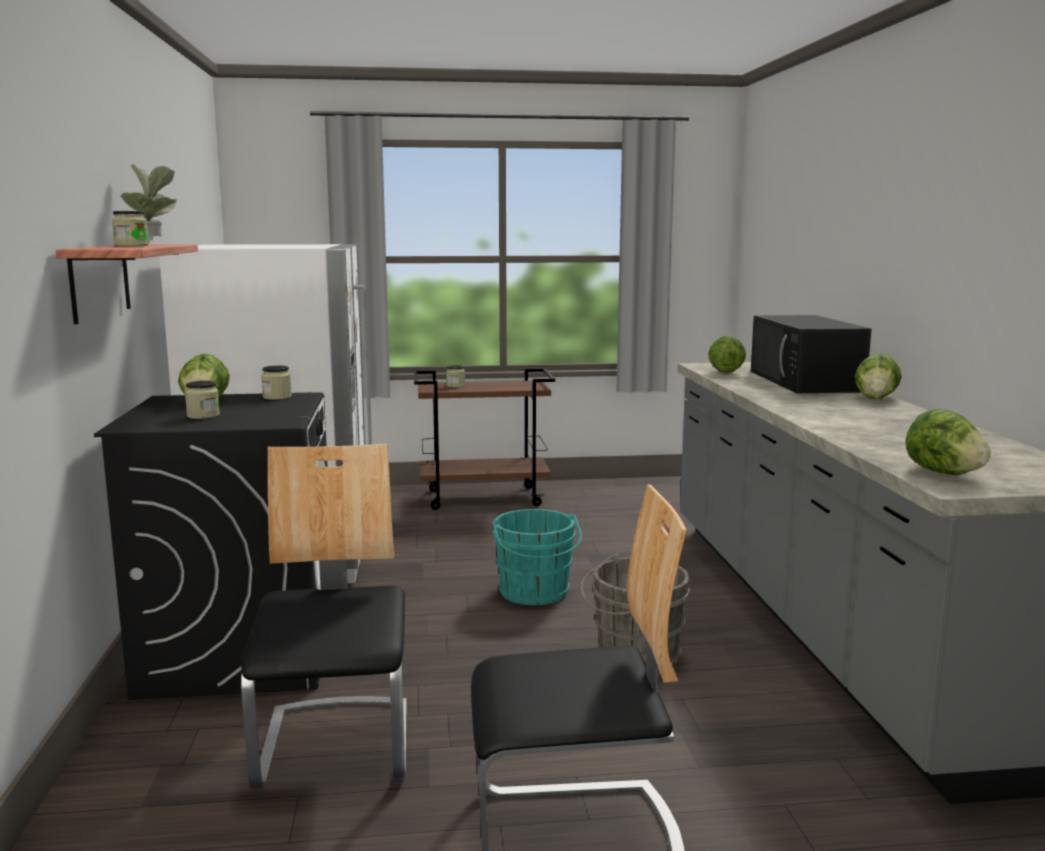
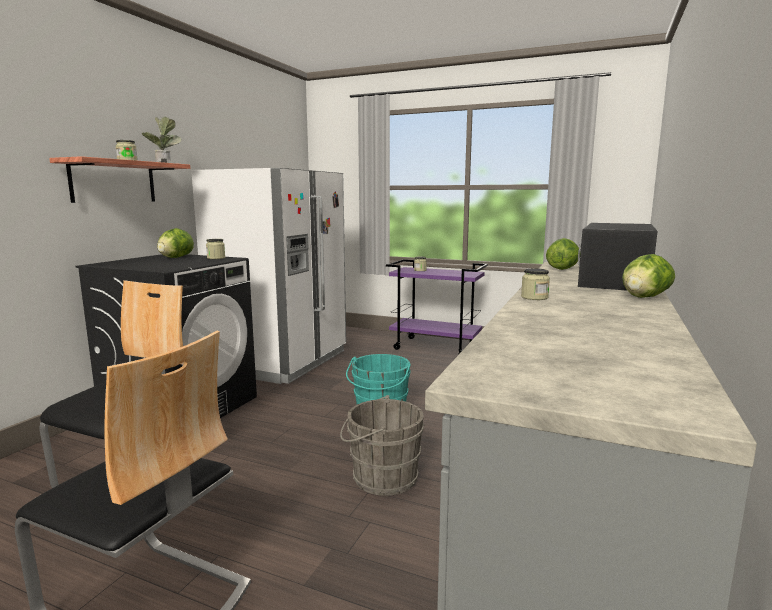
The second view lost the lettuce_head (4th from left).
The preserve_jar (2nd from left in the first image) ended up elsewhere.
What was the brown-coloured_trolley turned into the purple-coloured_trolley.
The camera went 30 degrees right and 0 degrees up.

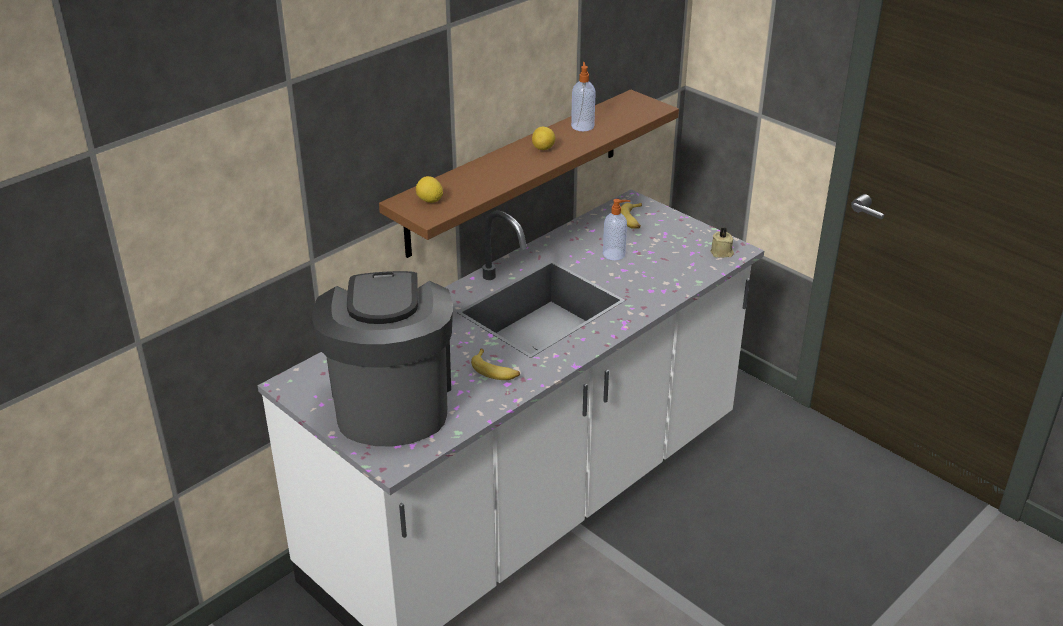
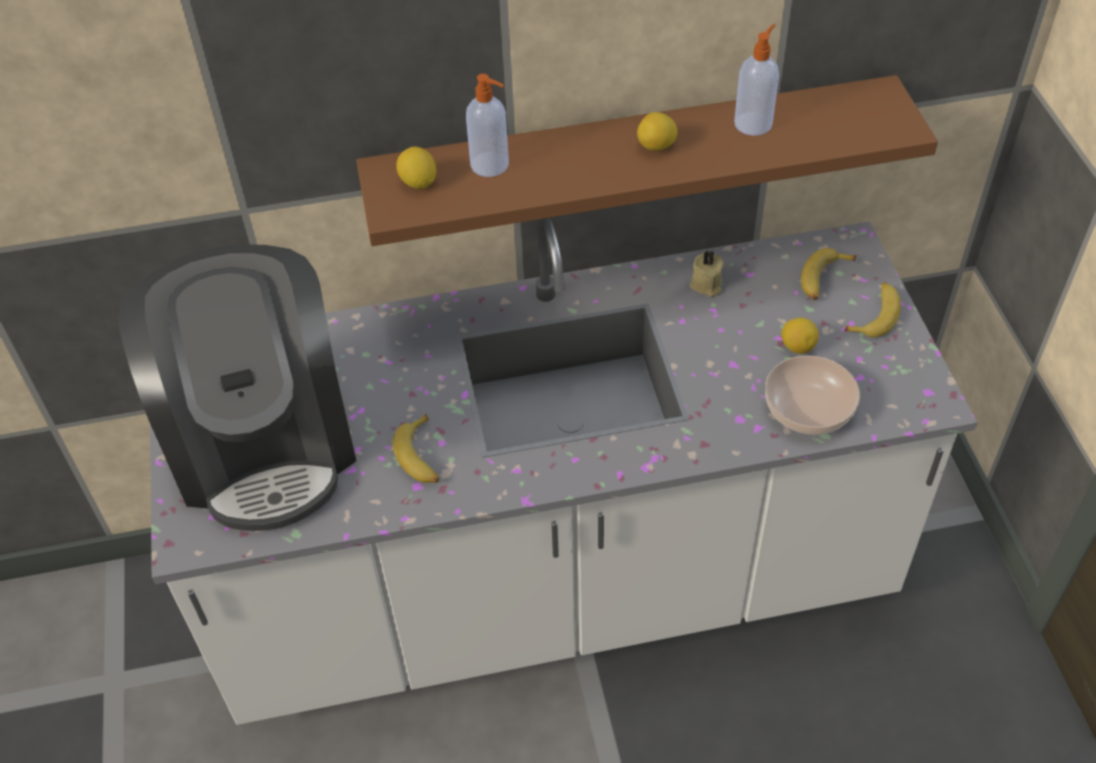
The second view gained the bowl.
The second view gained the whole_lemon (3rd from left).
The second view gained the banana_fruit (3rd from left).
The soap_dispenser (2nd from left in the first image) ended up elsewhere.
The beige_wax_light ended up elsewhere.
The coffee_maker ended up facing another way, 135 degrees clockwise from before.
The camera went 35 degrees right and 15 degrees up.

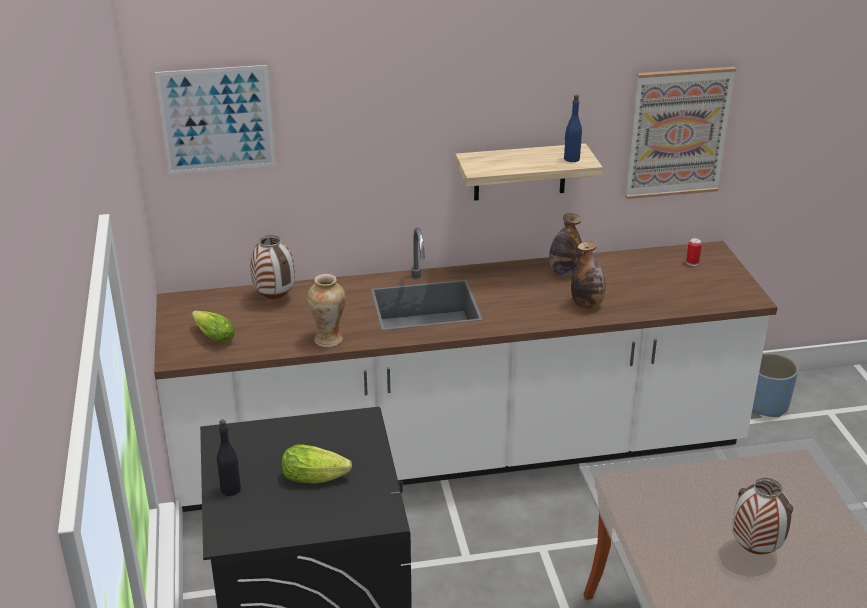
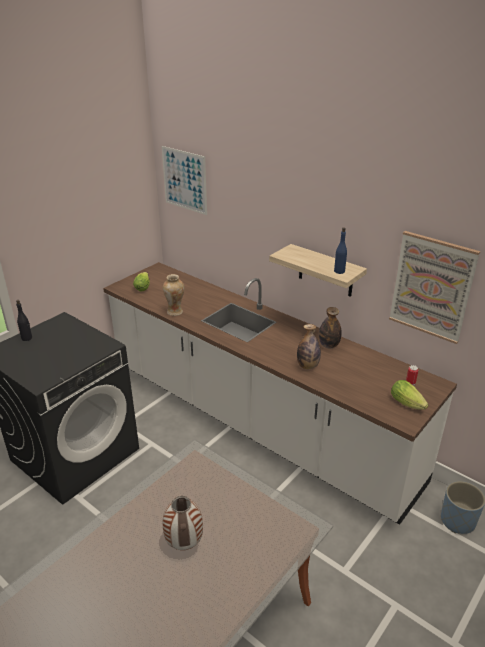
The second view lost the flower_vase (1st from left).
The lettuce_head (2nd from left) ended up elsewhere.
The camera went 50 degrees right and 0 degrees up.

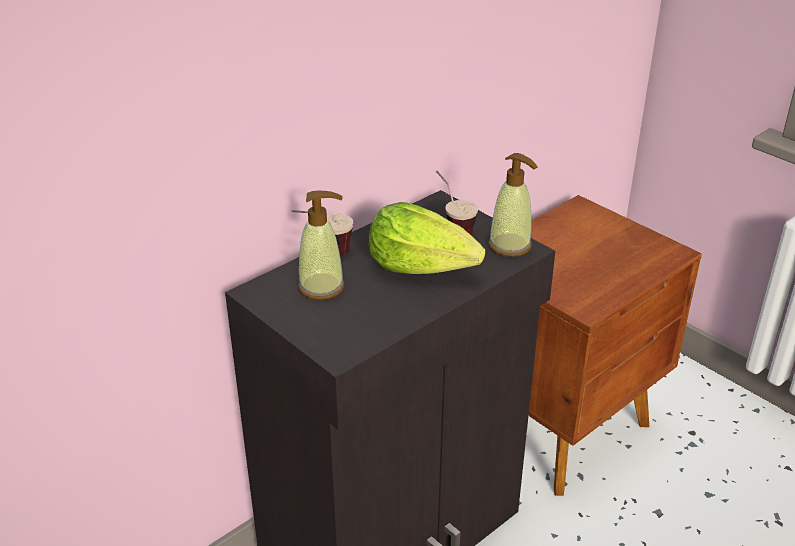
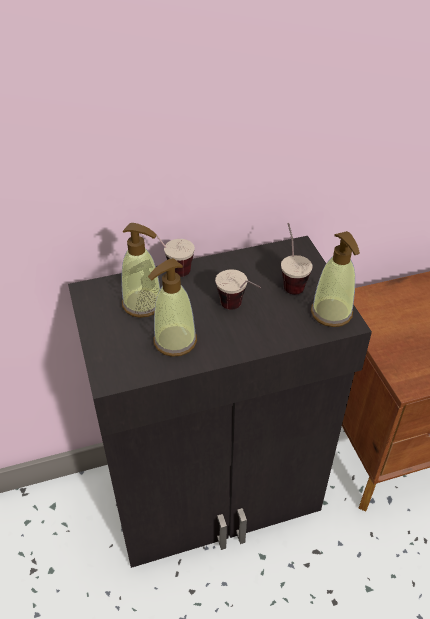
The second view gained the soap_dispenser (2nd from left).
Where the lettuce_head stood, the cup (2nd from left) came to stand.
The camera went 25 degrees right and 10 degrees up.

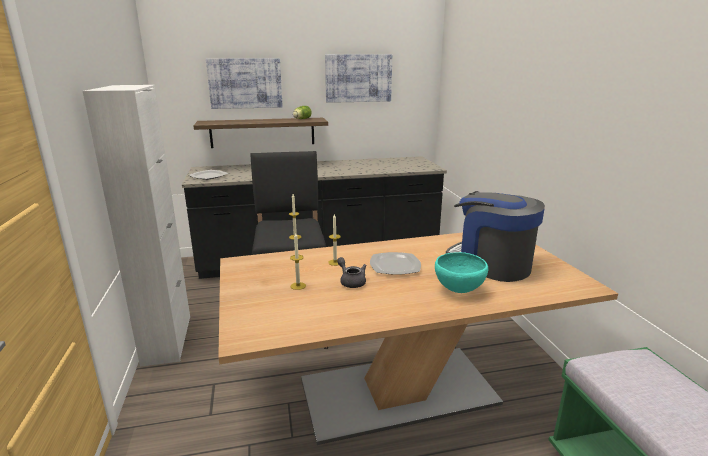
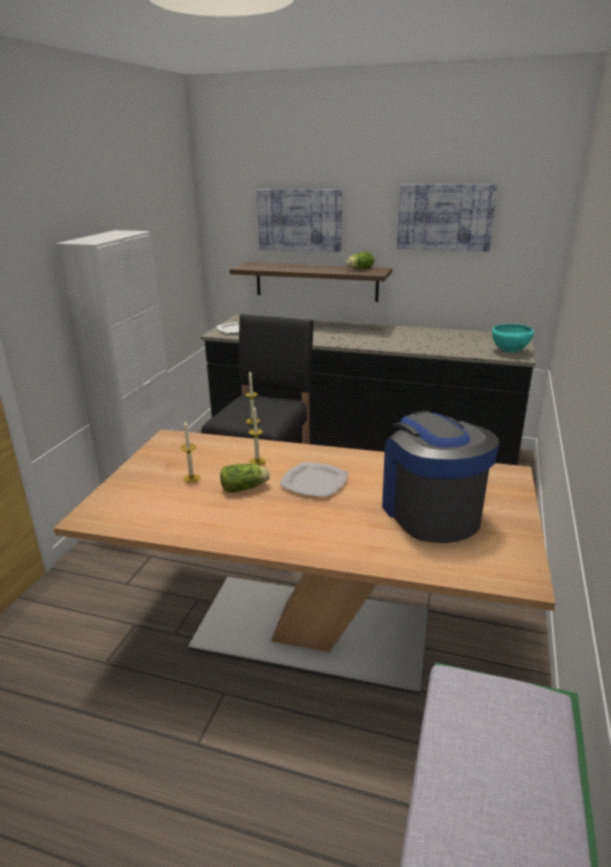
The blue-green_bowl ended up elsewhere.
Where the grey_tea_pot stood, the lettuce_head (1st from left) came to stand.
The camera went 30 degrees right and 5 degrees up.

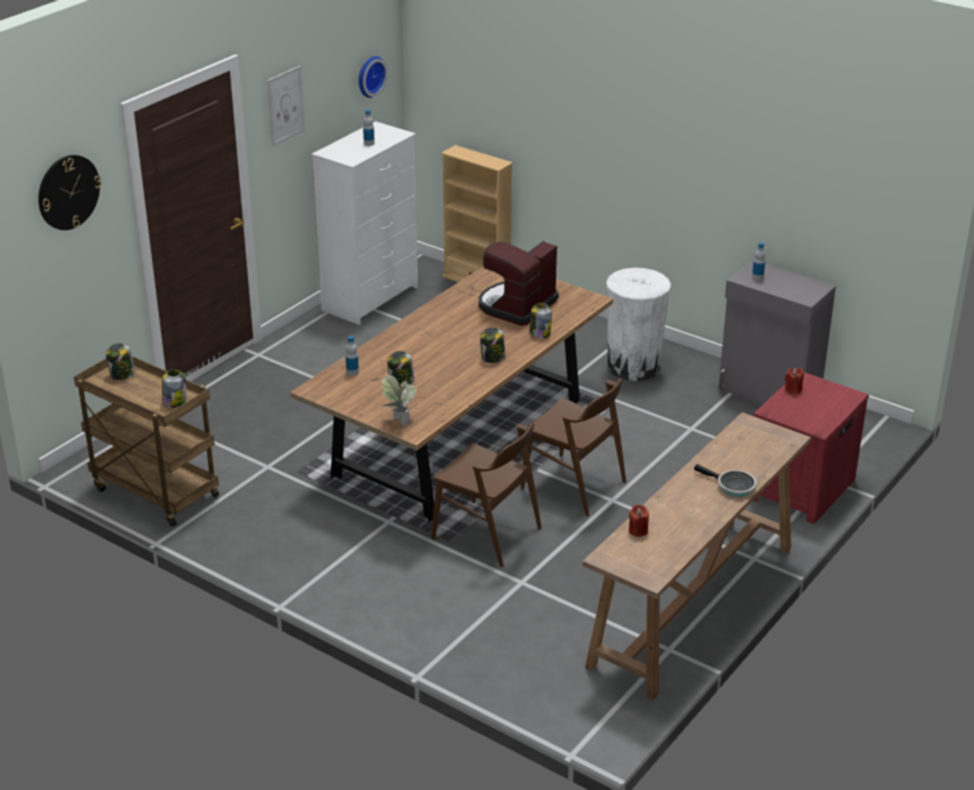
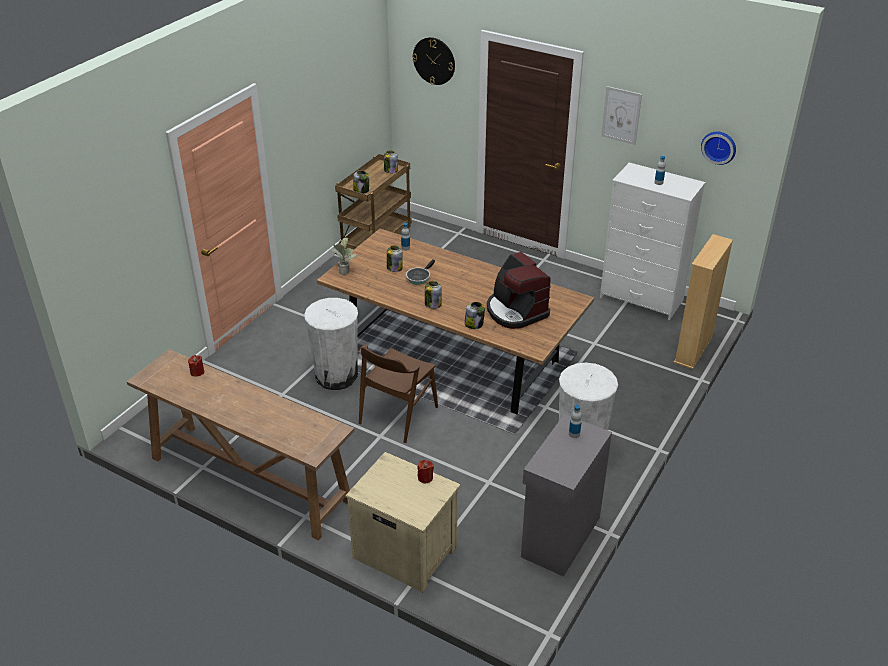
The frying_pan ended up elsewhere.
Where the brown-coloured_chair (1st from left) stood, the white_trash_can (1st from left) came to stand.
What was the reddish_night_table turned into the beige_night_table.
The coffee_maker ended up facing another way, 150 degrees counterclockwise from before.
The camera went 85 degrees right and 5 degrees up.

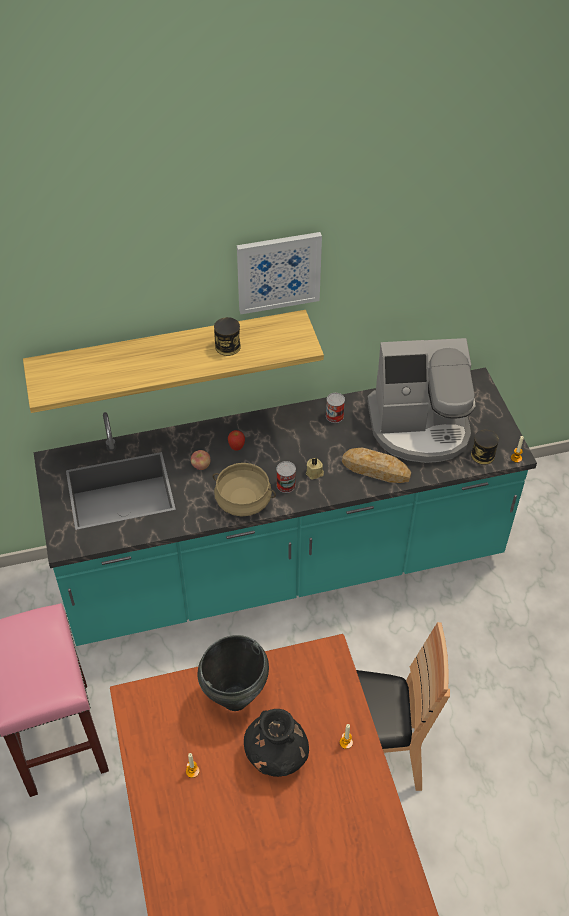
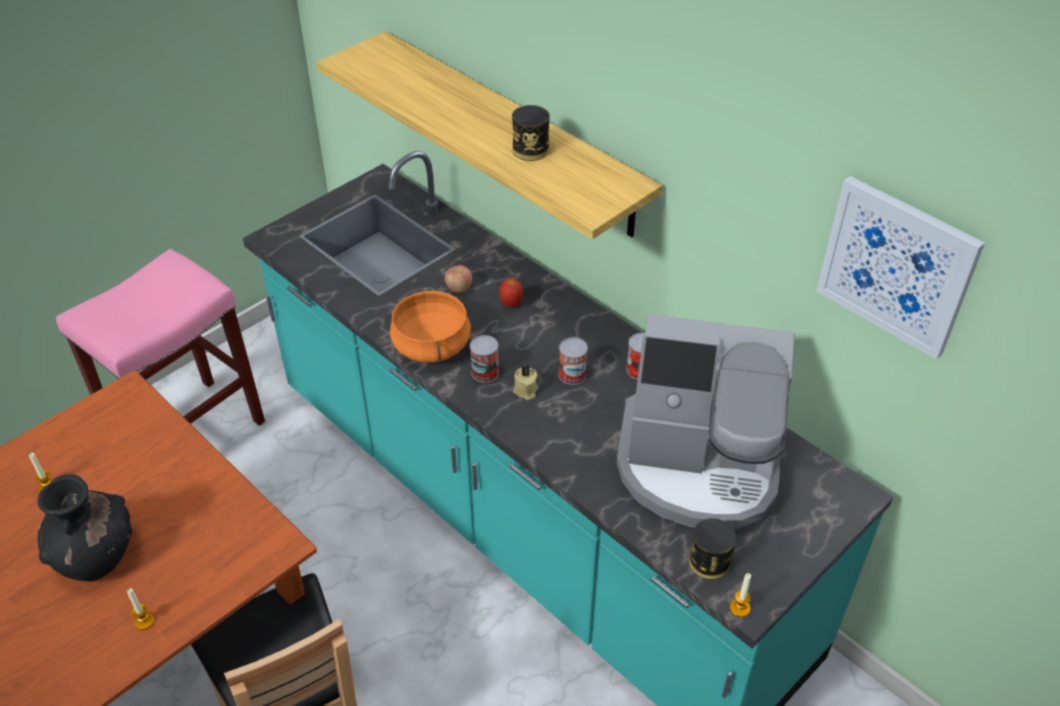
The second view lost the black-coloured_cooking_pot.
The second view lost the baked_bread.
The second view gained the sealed_can (3rd from left).
The wall_picture ended up elsewhere.
What was the beige_cooking_pot turned into the orangey_cooking_pot.
The coffee_maker ended up facing another way, 45 degrees counterclockwise from before.
The camera went 60 degrees right and 5 degrees down.

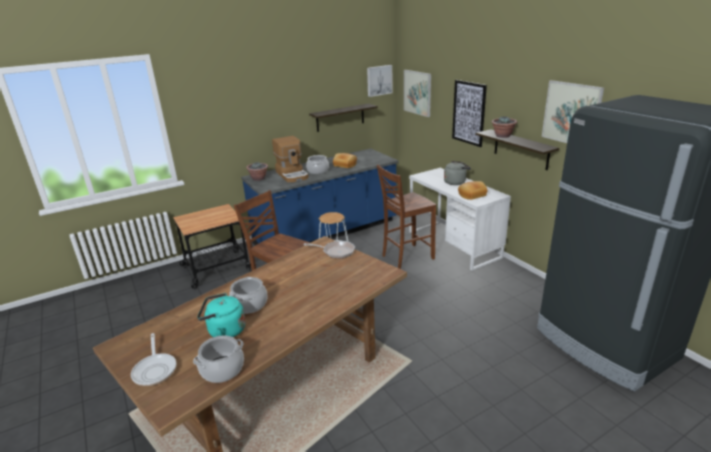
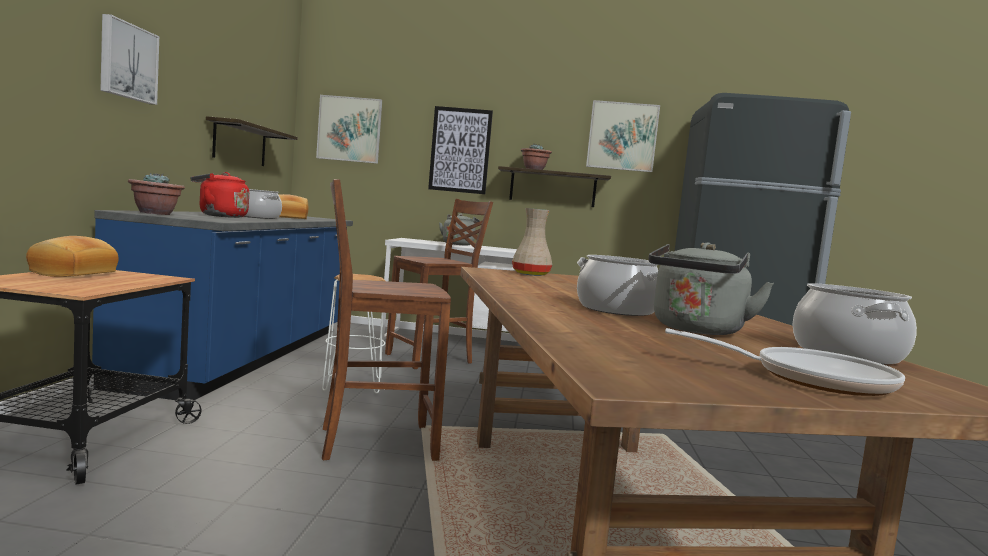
The wall_picture (1st from left) ended up elsewhere.
The baked_bread (2nd from left in the first image) ended up elsewhere.
Where the coffee_maker stood, the reddish_water_kettle came to stand.
Where the frying_pan (2nd from left) stood, the beige_flower_vase came to stand.
What was the blue-green_water_kettle turned into the grey_water_kettle (2nd from left).
The brown-coloured_chair (2nd from left) ended up facing another way, 135 degrees counterclockwise from before.
The camera went 55 degrees left and 20 degrees down.

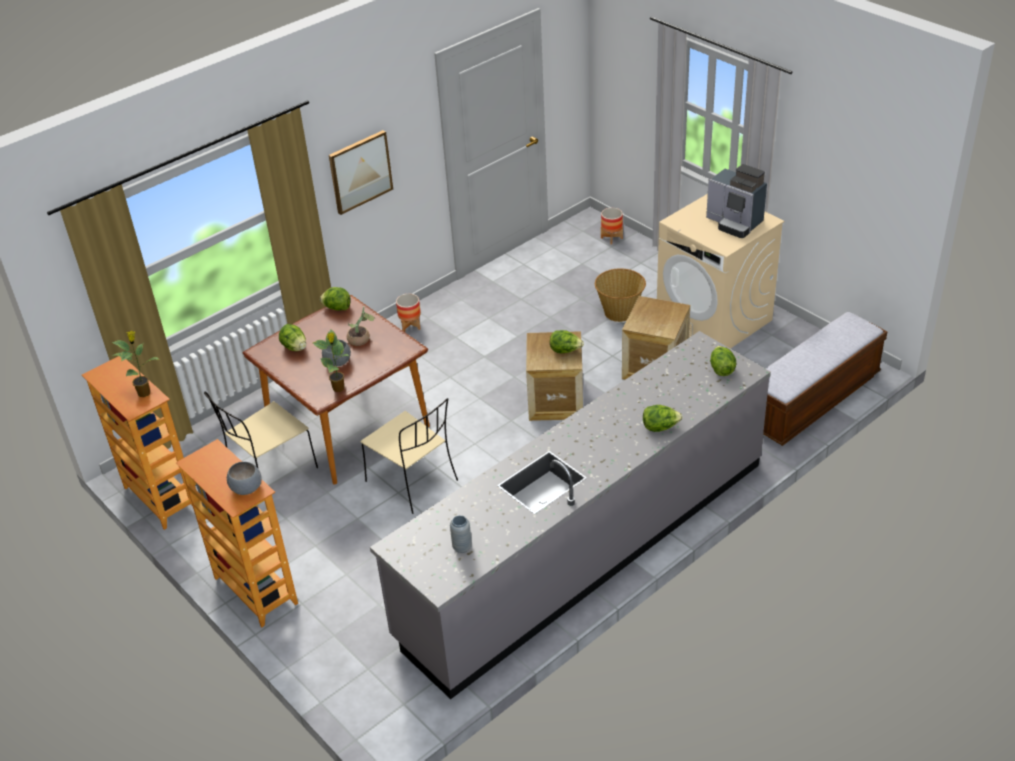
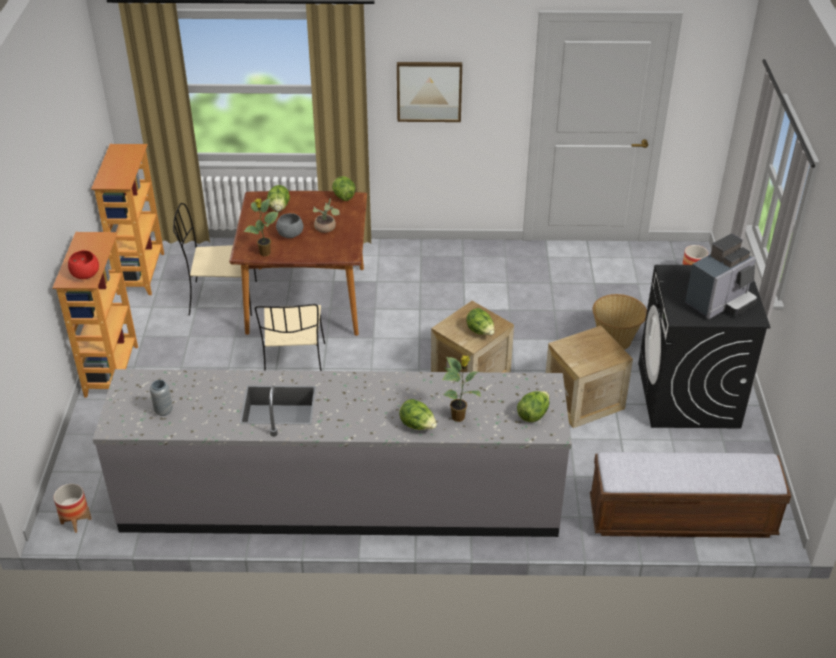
The houseplant (1st from left in the first image) ended up elsewhere.
The plant_pot (1st from left) ended up elsewhere.
What was the grey_bowl (1st from left) turned into the reddish_bowl.
What was the beige_laundry_machine turned into the black-coloured_laundry_machine.
The coffee_maker ended up facing another way, 120 degrees counterclockwise from before.
The camera went 40 degrees right and 0 degrees up.

